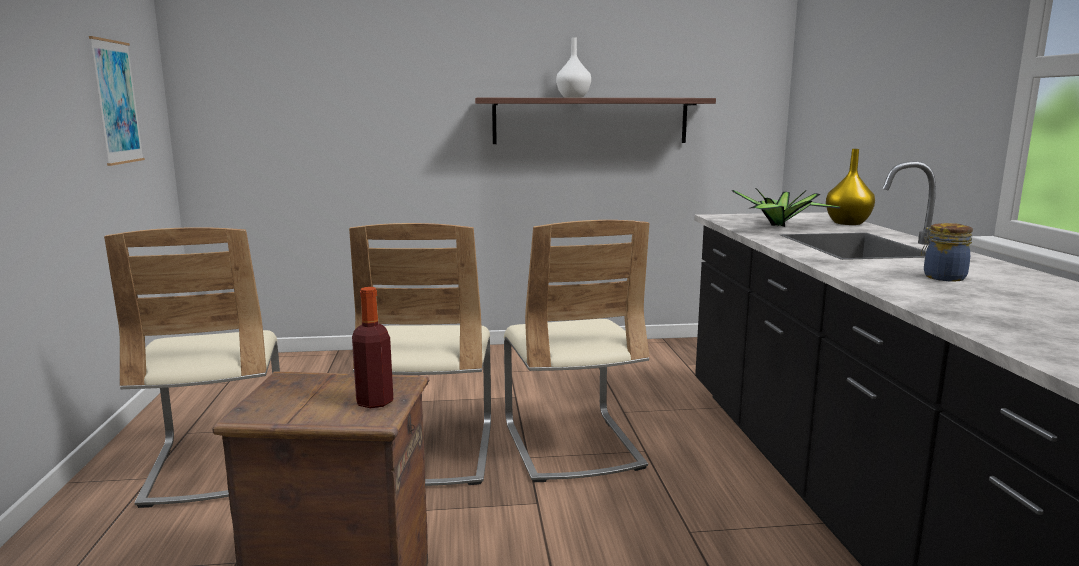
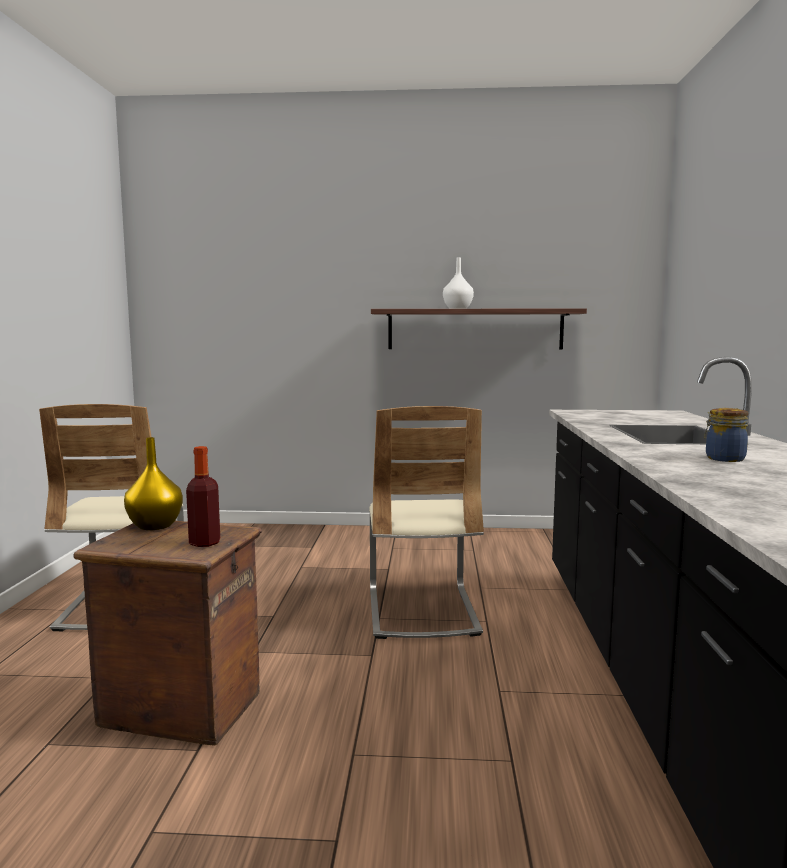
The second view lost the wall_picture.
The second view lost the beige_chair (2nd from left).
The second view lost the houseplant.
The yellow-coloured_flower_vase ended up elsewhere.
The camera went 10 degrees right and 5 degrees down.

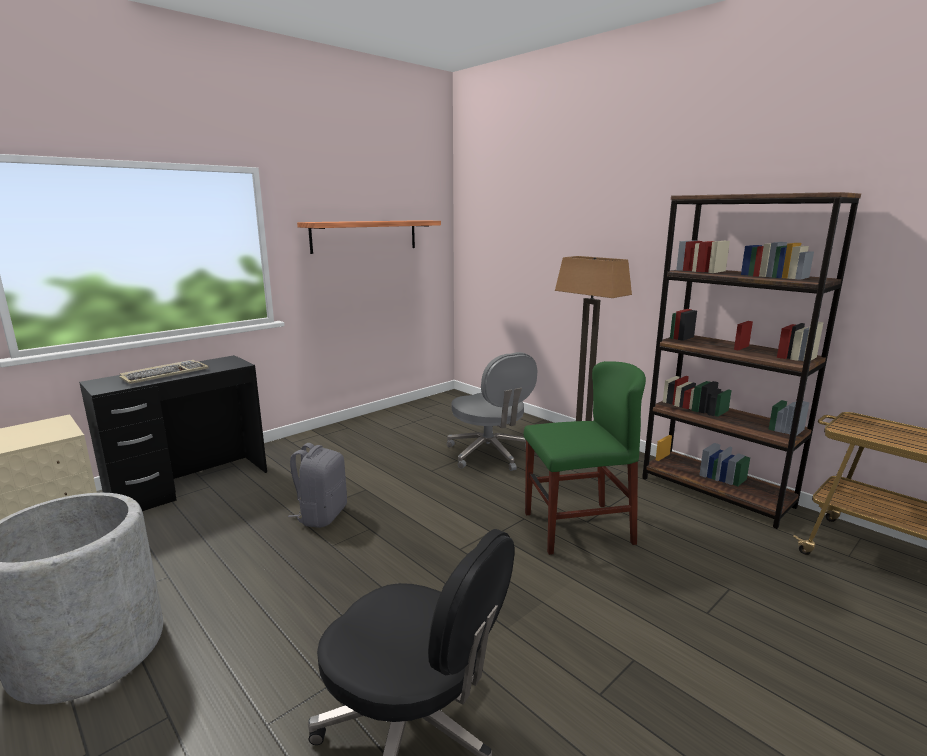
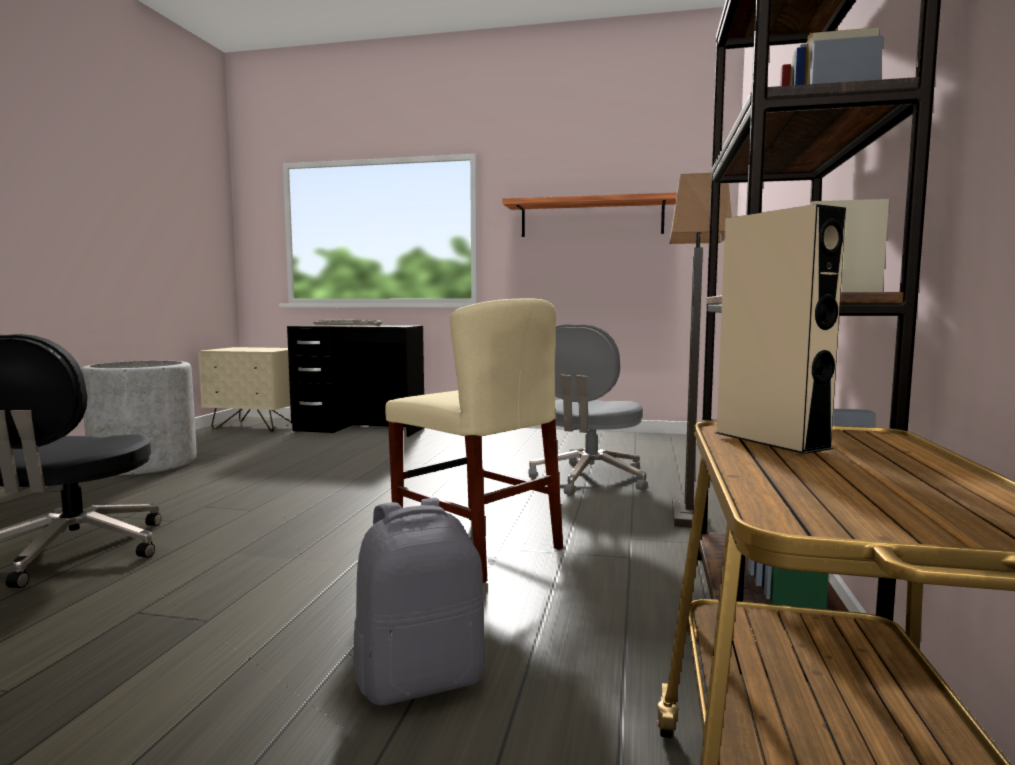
The second view gained the beige_audio_speaker.
The grey_rucksack ended up elsewhere.
What was the green_chair turned into the beige_chair.
The camera went 55 degrees right and 10 degrees down.

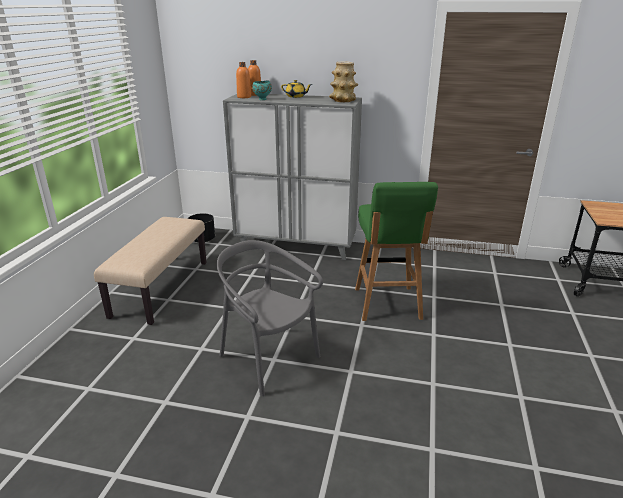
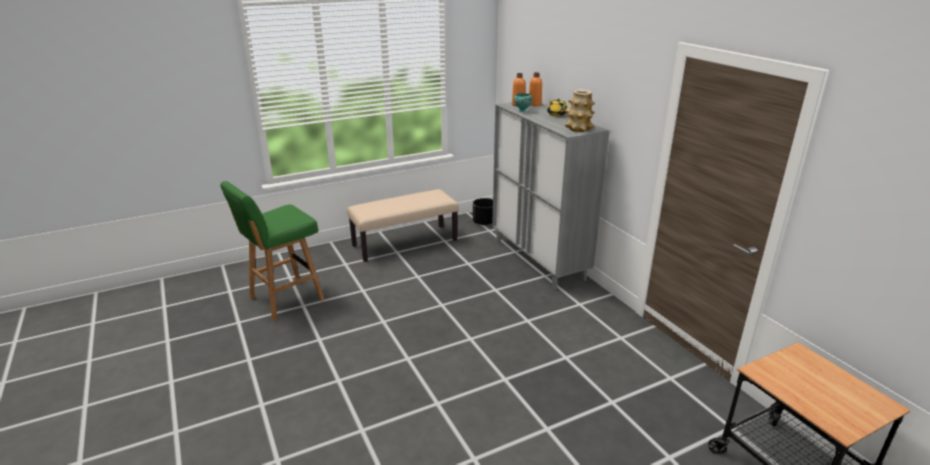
The second view lost the grey_chair.
The green_stool_seat ended up elsewhere.
The camera went 50 degrees right and 0 degrees up.

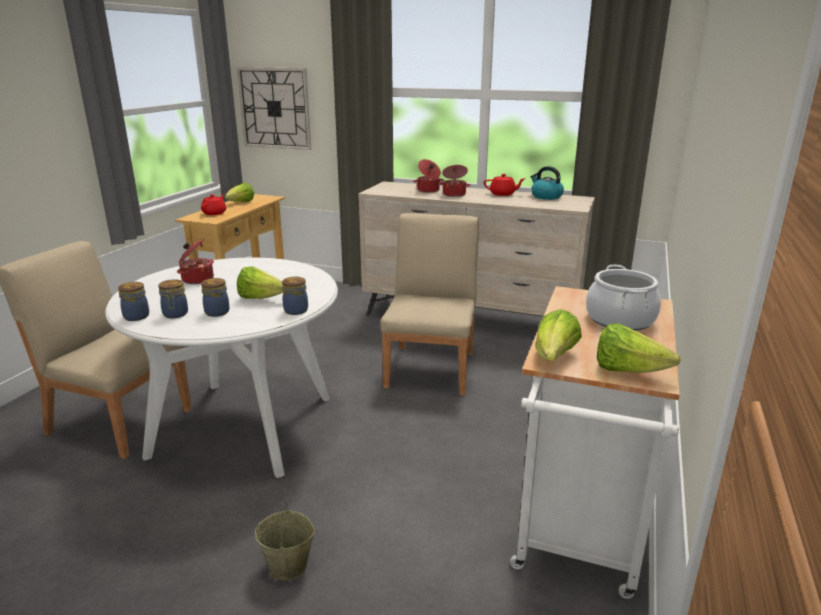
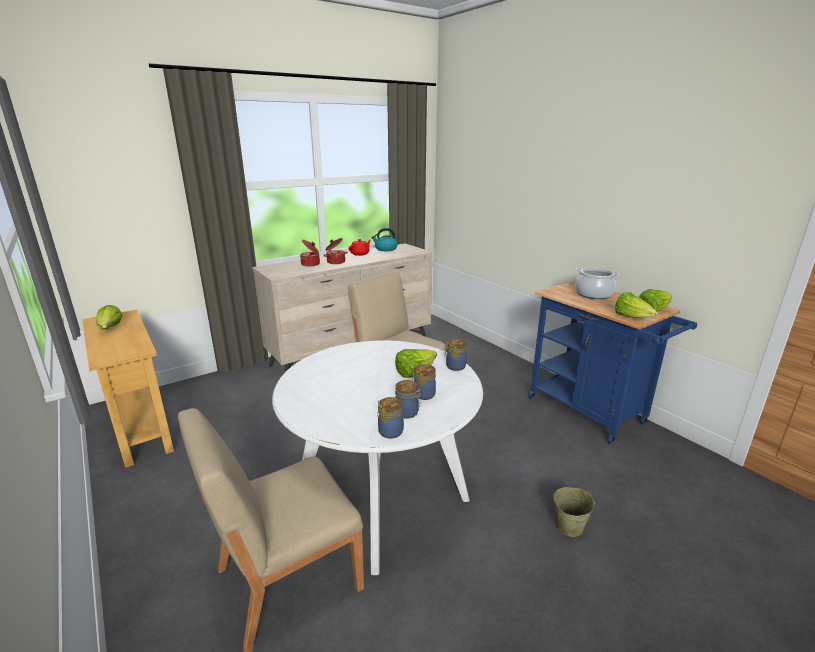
The second view lost the cooking_pot (1st from left).
The second view lost the reddish_tea_pot (1st from left).
The second view lost the hanging_clock.
What was the white_trolley turned into the blue-coloured_trolley.
The camera went 55 degrees left and 0 degrees up.

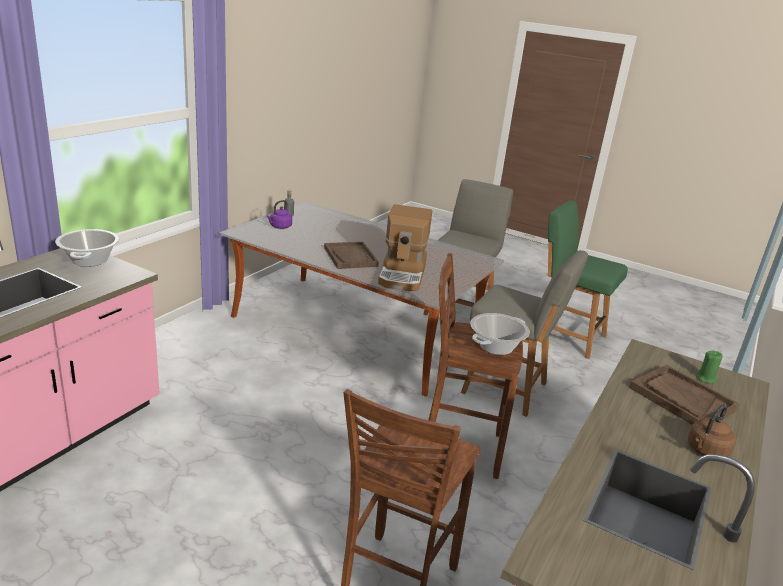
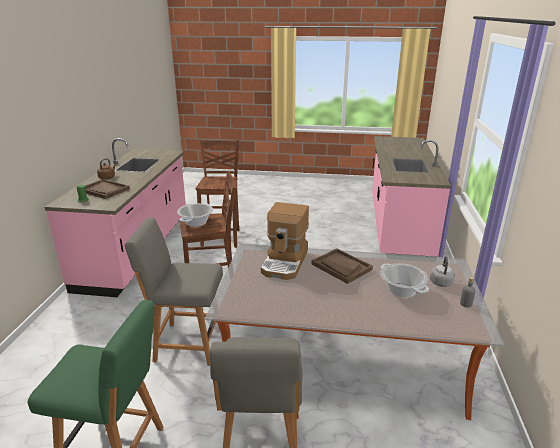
The cooking_pot (1st from left in the first image) ended up elsewhere.
What was the purple-coloured_water_kettle turned into the grey_water_kettle.
The coffee_maker ended up facing another way, 150 degrees counterclockwise from before.
The camera went 160 degrees right and 0 degrees up.

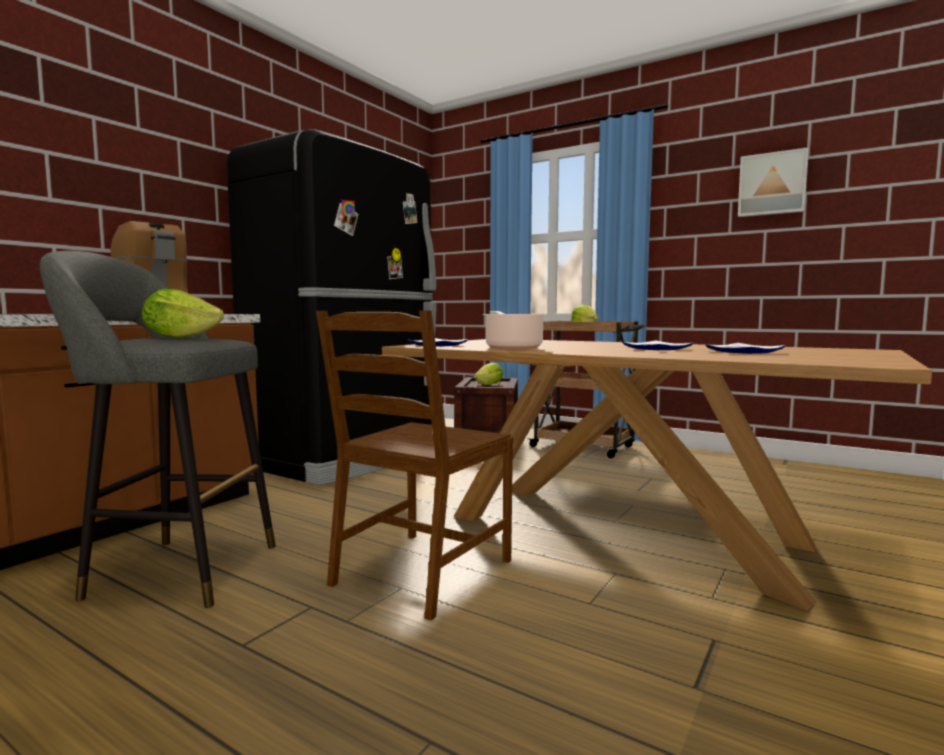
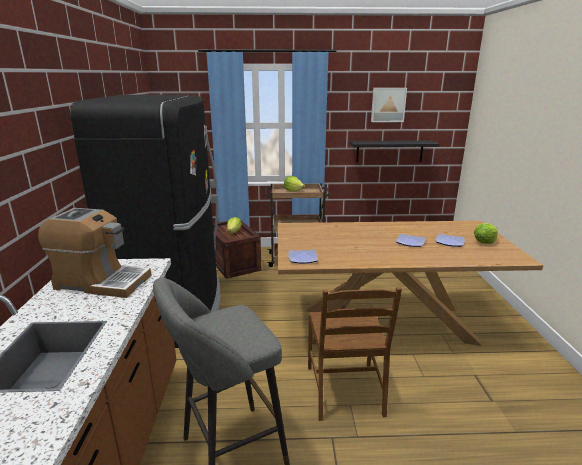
The second view lost the cooking_pot.
The second view gained the black-coloured_wall_shelf.
The lettuce_head (1st from left in the first image) ended up elsewhere.
The camera went 35 degrees left and 15 degrees up.

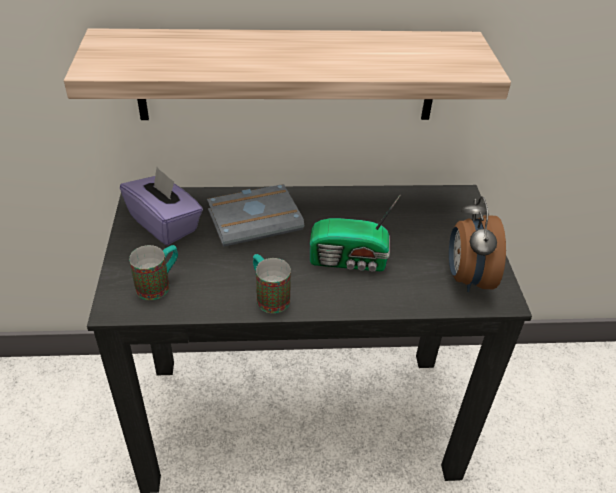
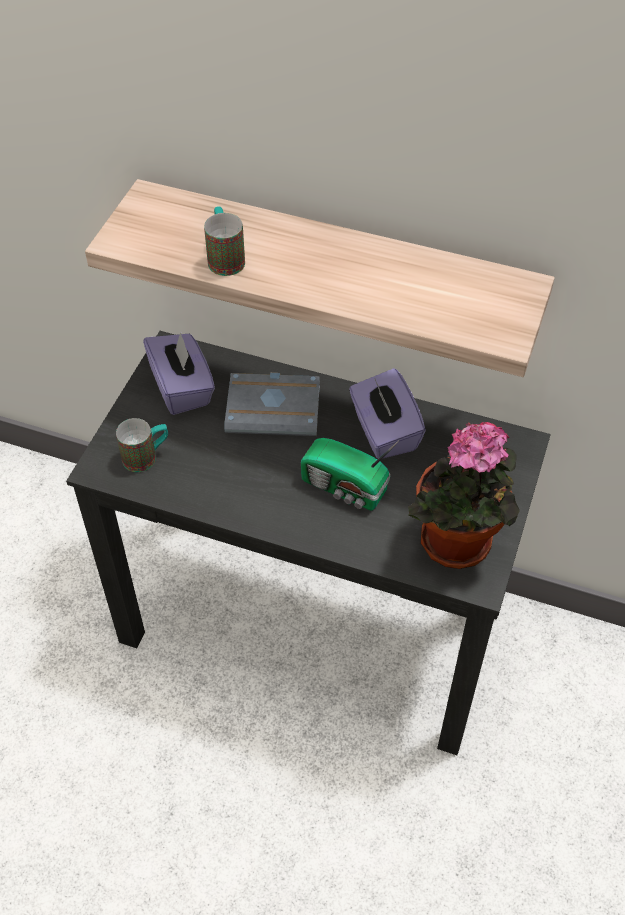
The second view gained the purple-coloured_tissue_holder (2nd from left).
The tea_mug (2nd from left) ended up elsewhere.
Where the bedside_clock stood, the houseplant came to stand.
The camera went 25 degrees right and 10 degrees up.

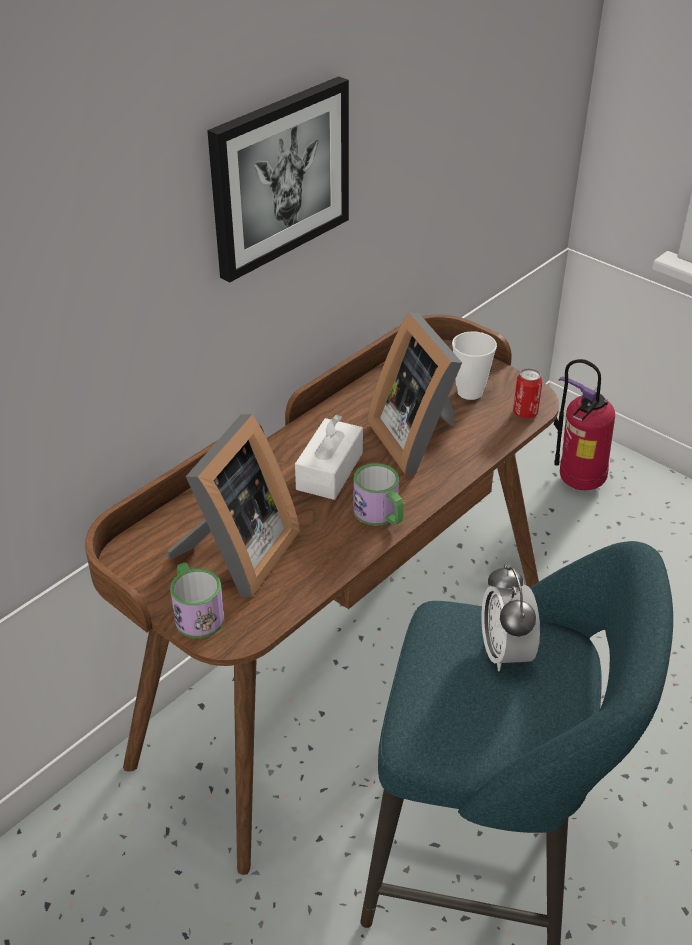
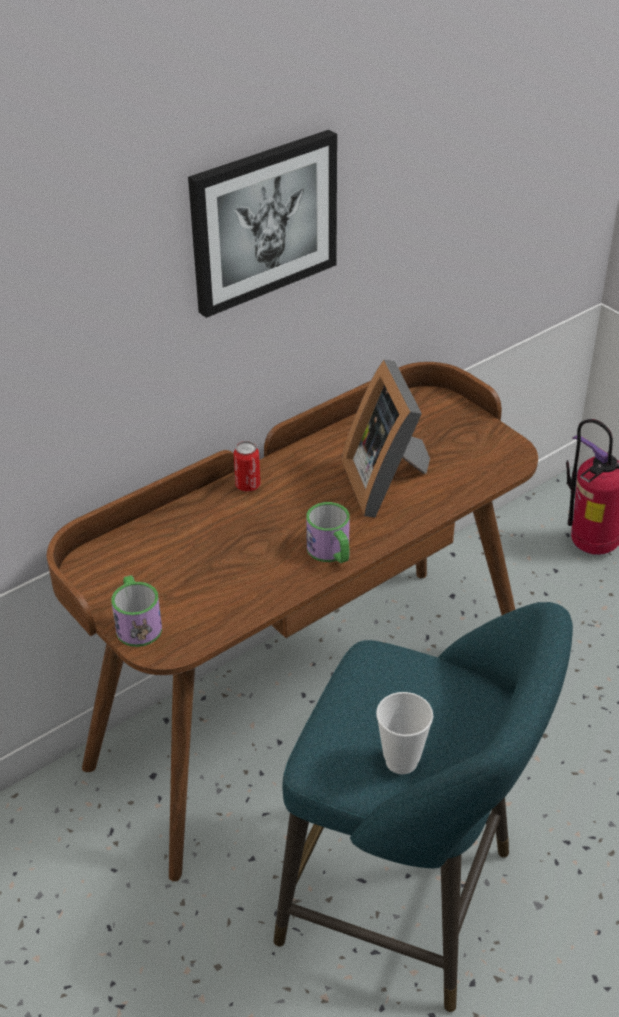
The second view lost the picture_frame (1st from left).
The second view lost the white_tissue_holder.
The second view lost the bedside_clock.
The cup ended up elsewhere.
The sealed_can ended up elsewhere.
The camera went 10 degrees right and 0 degrees up.

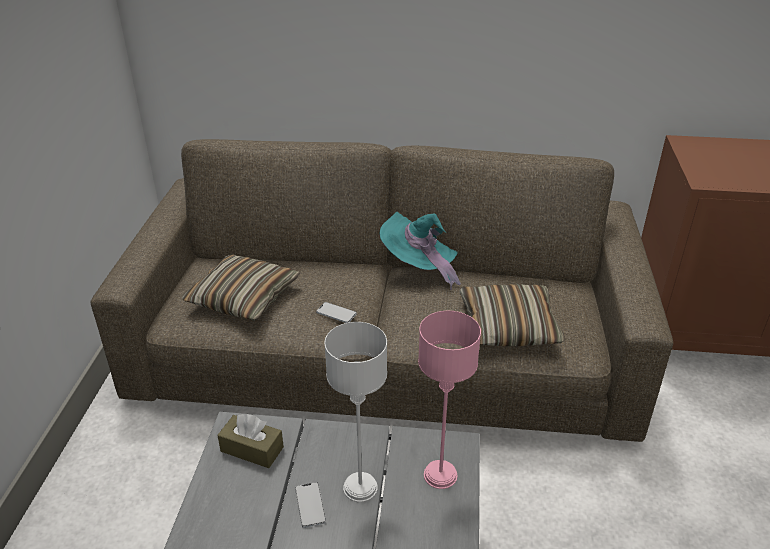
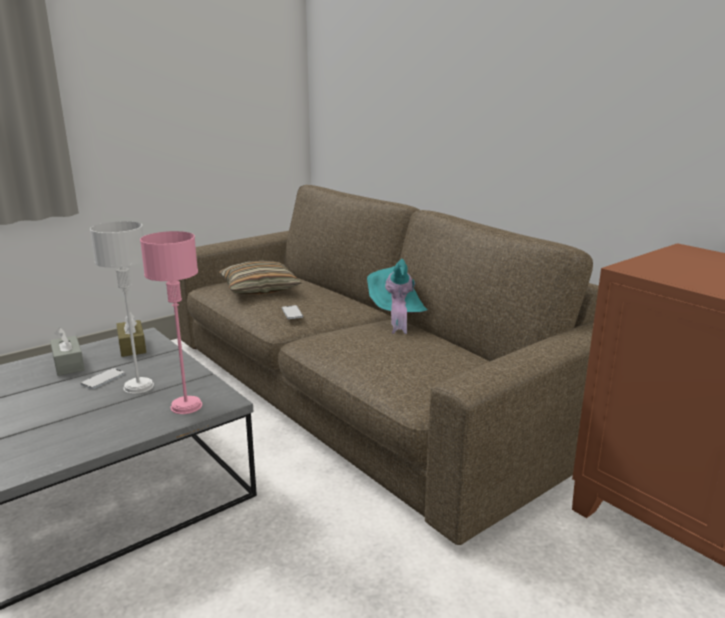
The second view lost the cushion (2nd from left).
The second view gained the grey_tissue_holder.
The camera went 45 degrees right and 15 degrees down.

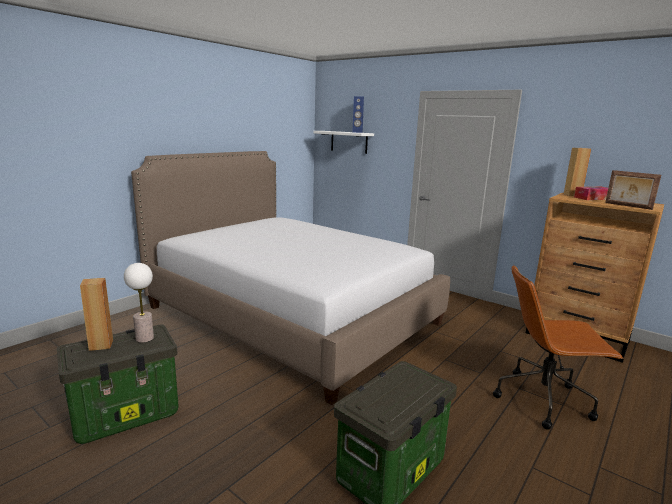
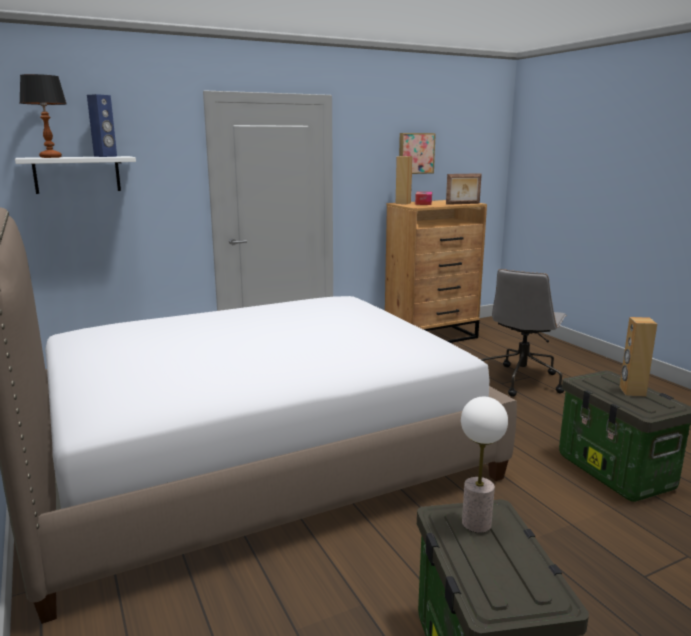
The second view gained the table_lamp (1st from left).
The second view gained the wall_picture.
The brown-coloured_audio_speaker (1st from left in the first image) ended up elsewhere.
What was the brown-coloured_office_chair turned into the grey_office_chair.
The camera went 65 degrees left and 0 degrees up.

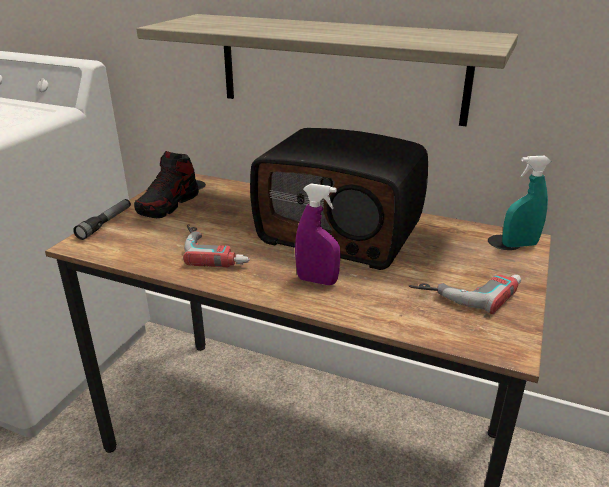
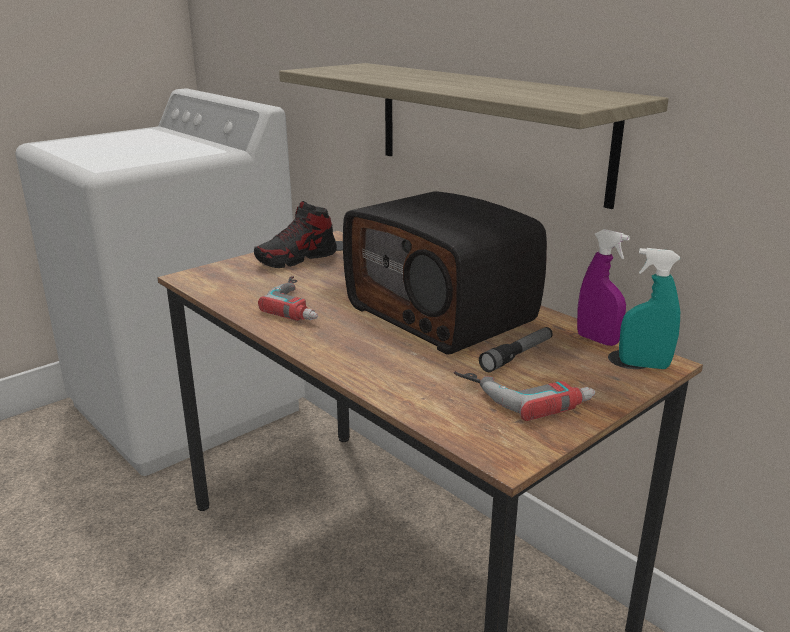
The torch ended up elsewhere.
The purple-coloured_hand_sprayer ended up elsewhere.
The camera went 25 degrees right and 5 degrees down.

